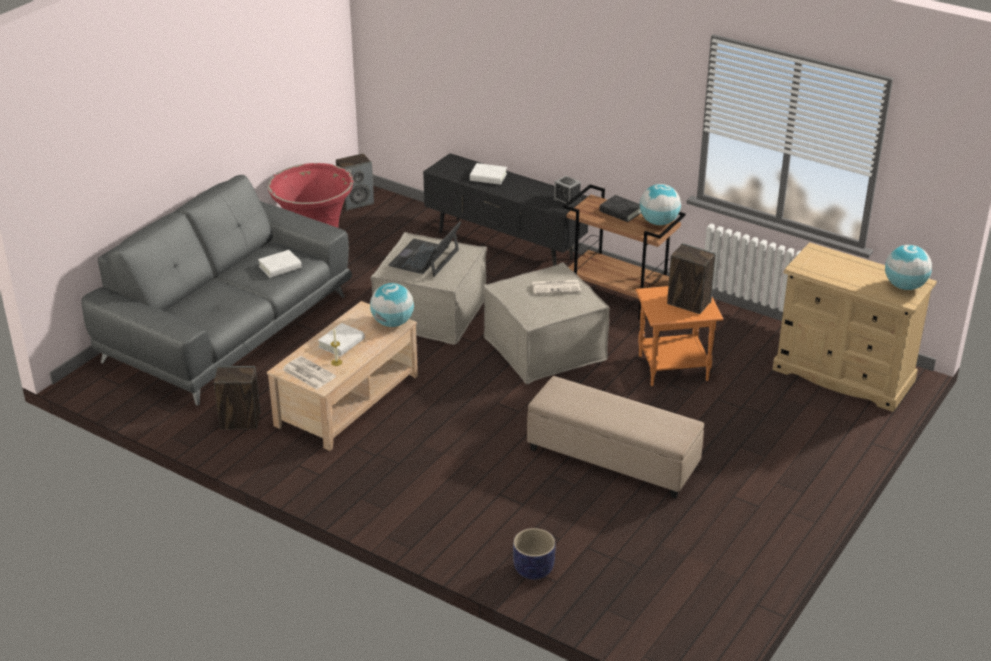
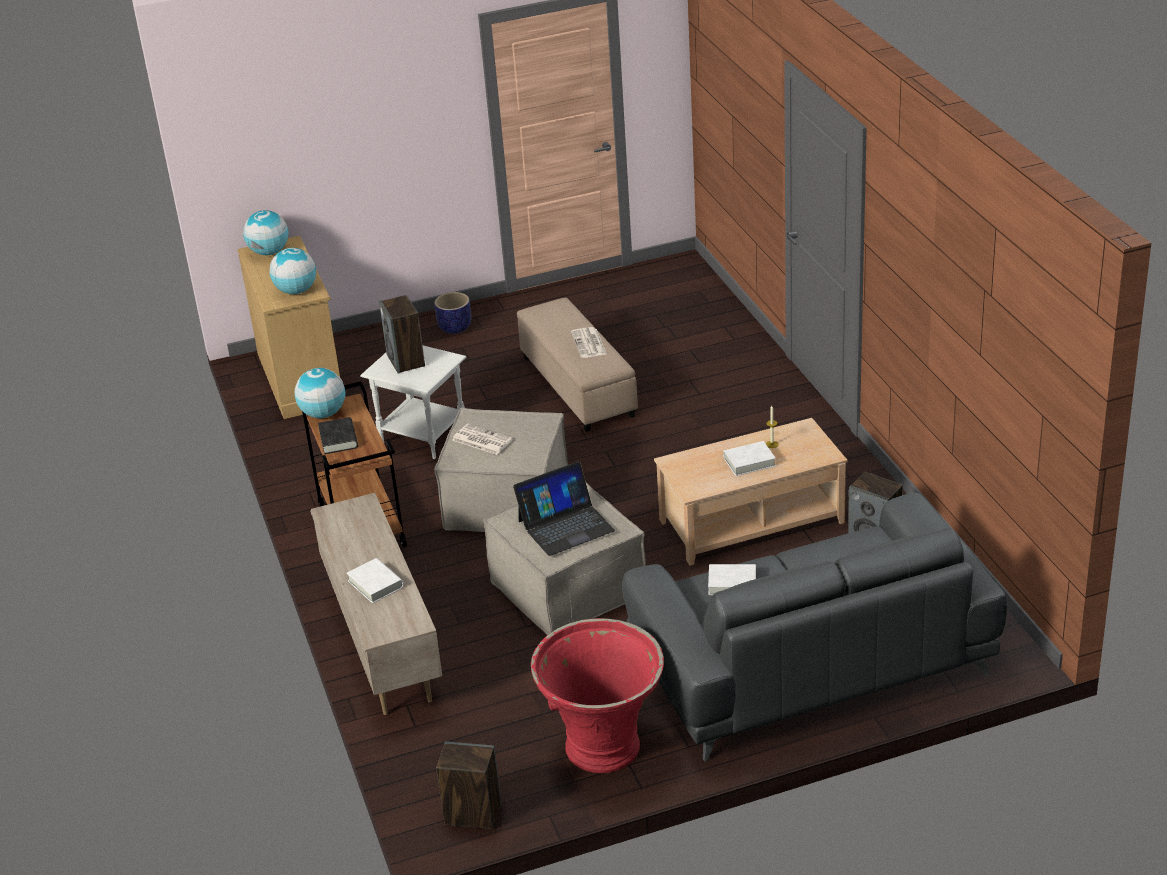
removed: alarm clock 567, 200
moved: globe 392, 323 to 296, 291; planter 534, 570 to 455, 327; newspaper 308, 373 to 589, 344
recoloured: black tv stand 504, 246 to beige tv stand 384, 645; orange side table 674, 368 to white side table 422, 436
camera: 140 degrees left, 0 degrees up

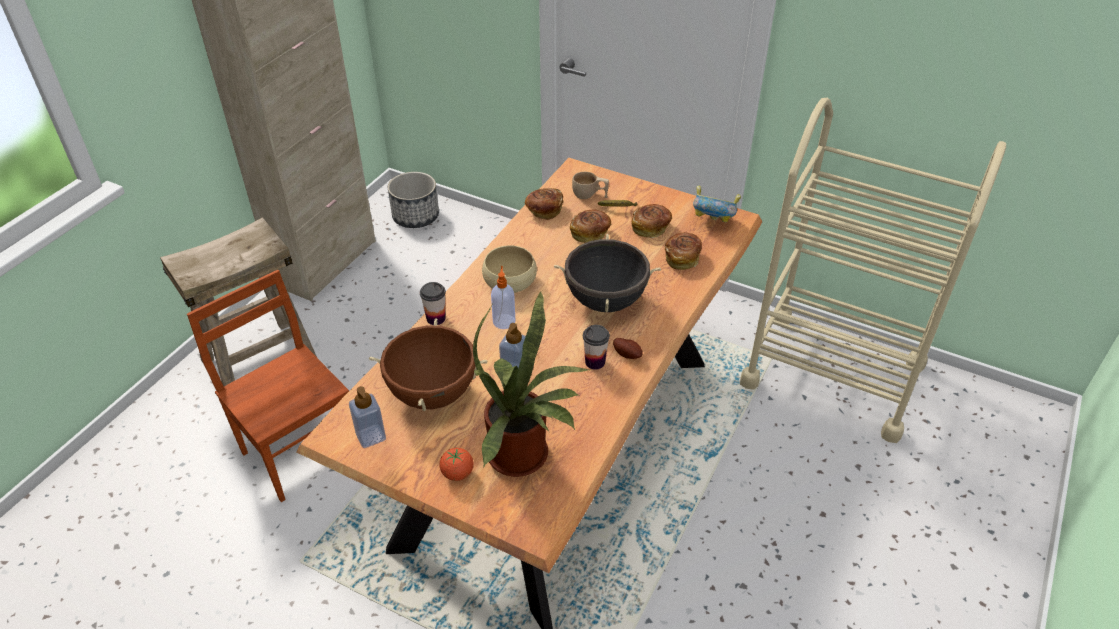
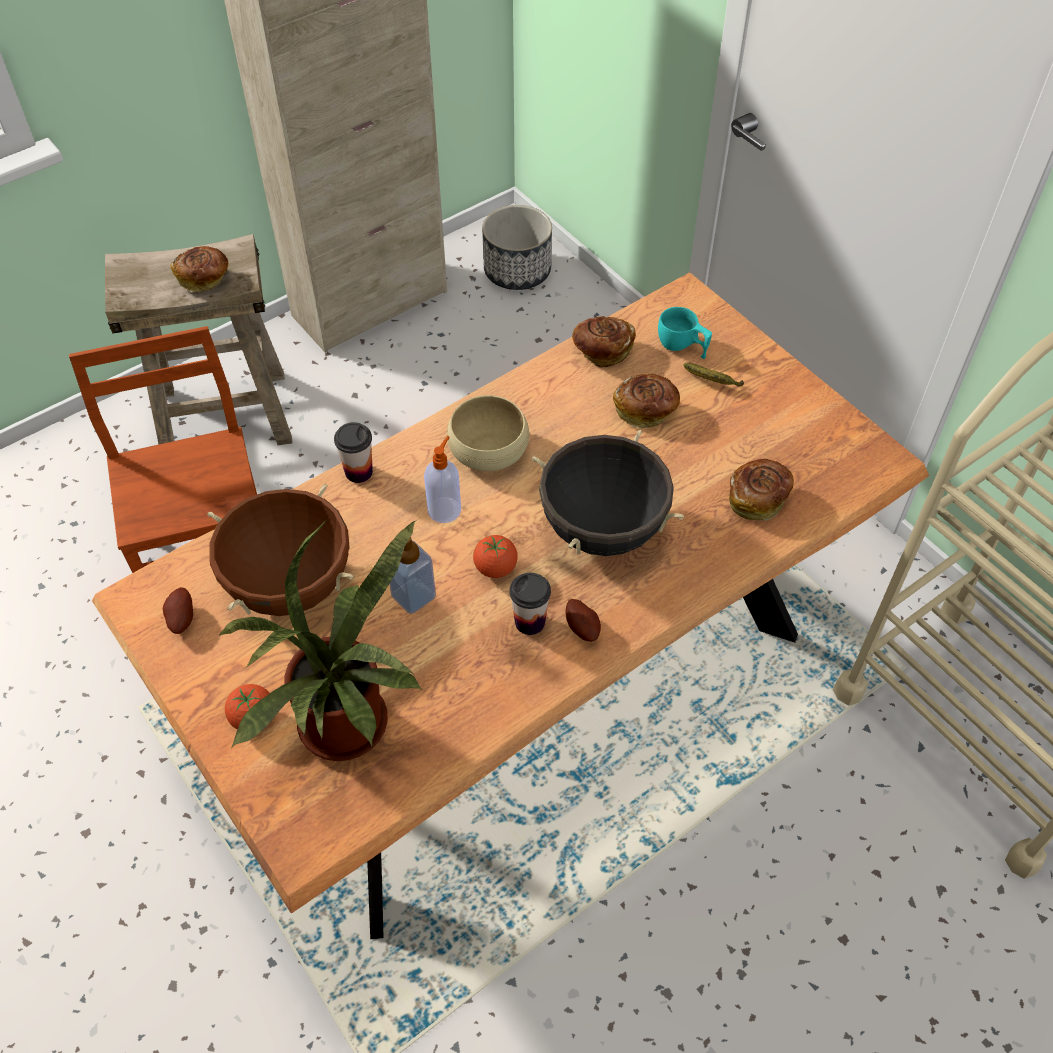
removed: bowl 713, 222
added: tomato 495, 568
moved: bread 650, 228 to 204, 278
replaced: soap dispenser 371, 436 to potato 180, 618
recoloured: beige cup 589, 196 to turquoise cup 682, 347
camera: 25 degrees right, 10 degrees up

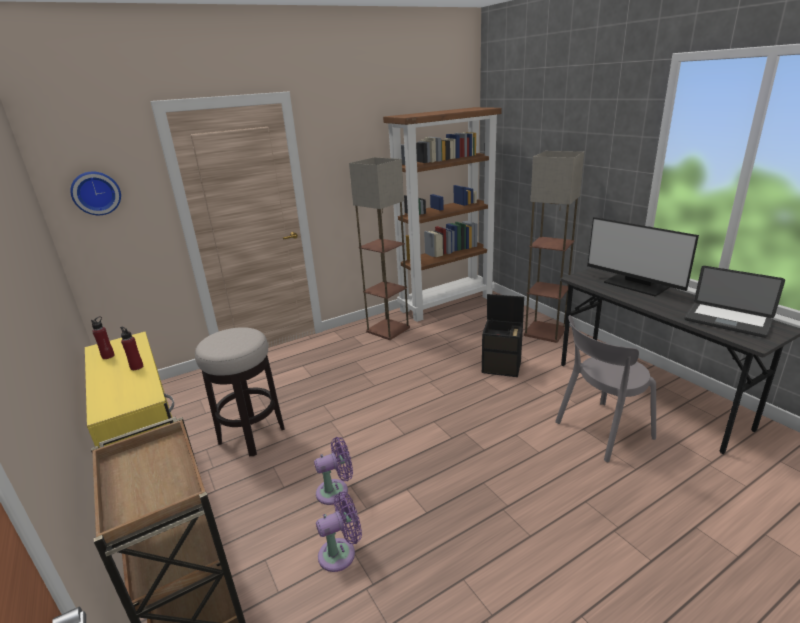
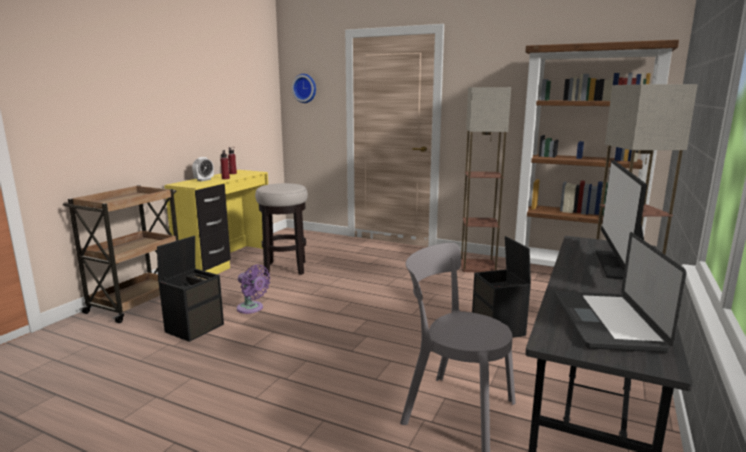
added: alarm clock 204, 180
replaced: purple fan 341, 553 to black storage box 195, 327
camera: 55 degrees right, 10 degrees down

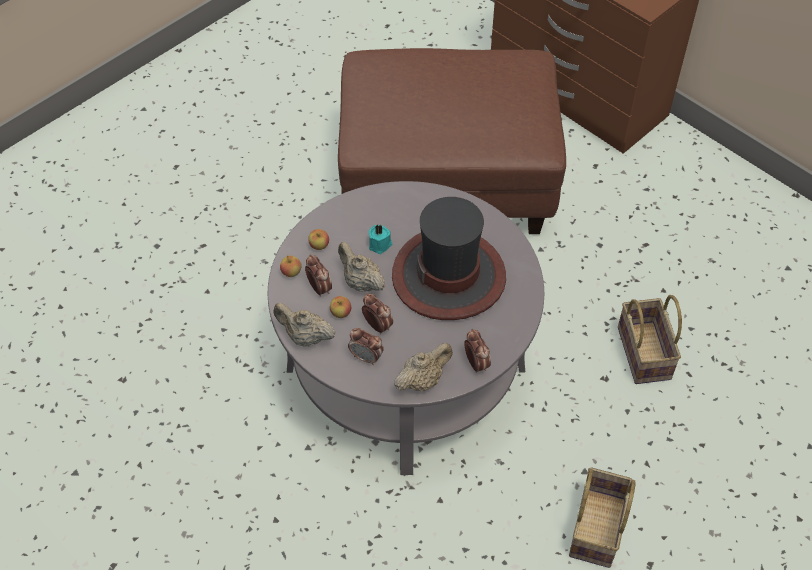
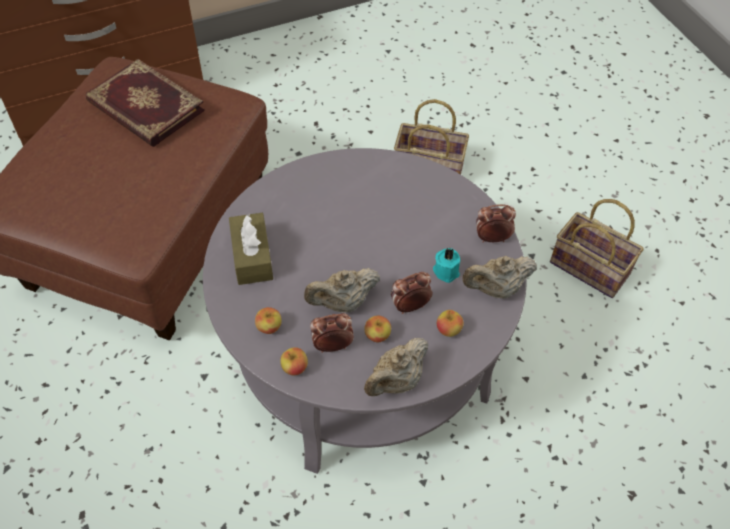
removed: hat 449, 275
added: book 144, 107; brown tissue box 252, 257
moved: turquoise candle 380, 245 to 446, 270
replaced: alarm clock 366, 357 to apple 448, 330
turned: beige teapot 422, 380 = 496, 289 90 degrees counterclockwise
camera: 70 degrees left, 0 degrees up

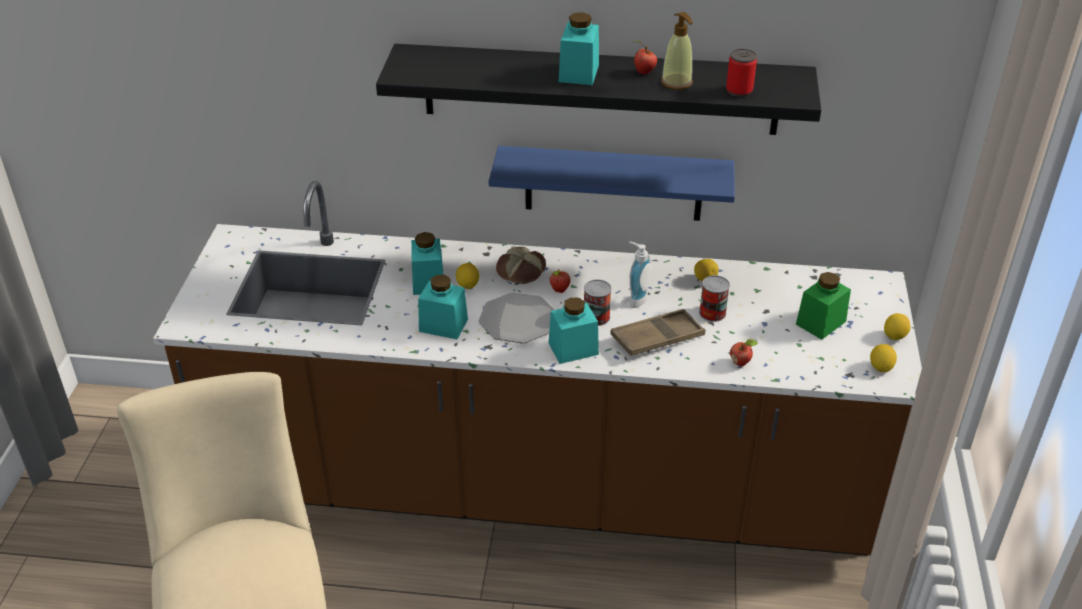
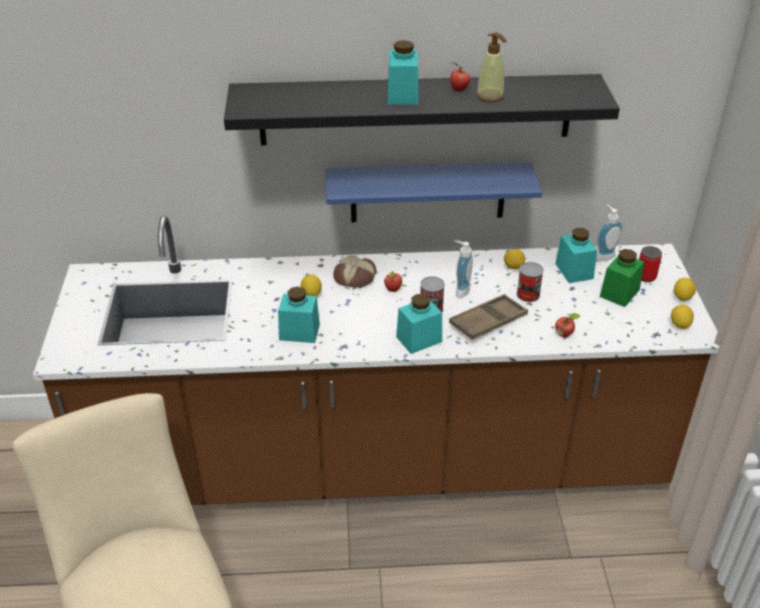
removed: plate 517, 320
added: soap dispenser 603, 255
moved: turquoise jar 428, 282 to 574, 271; can 739, 91 to 646, 276
camera: 10 degrees left, 0 degrees up

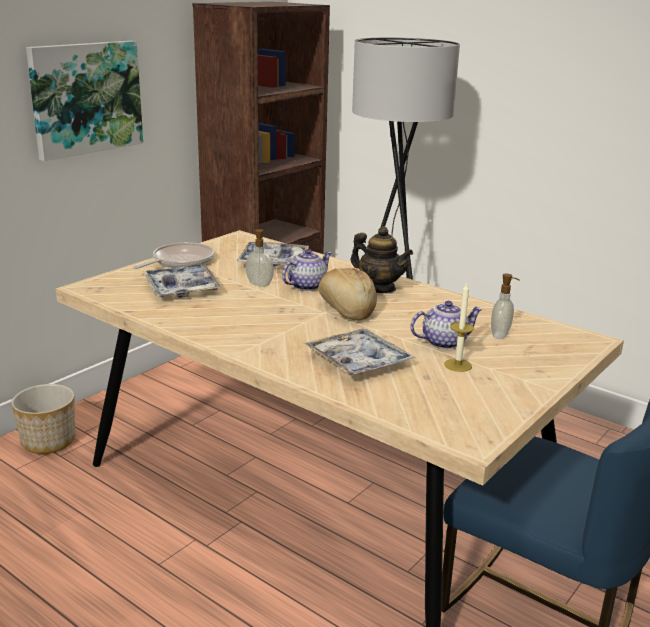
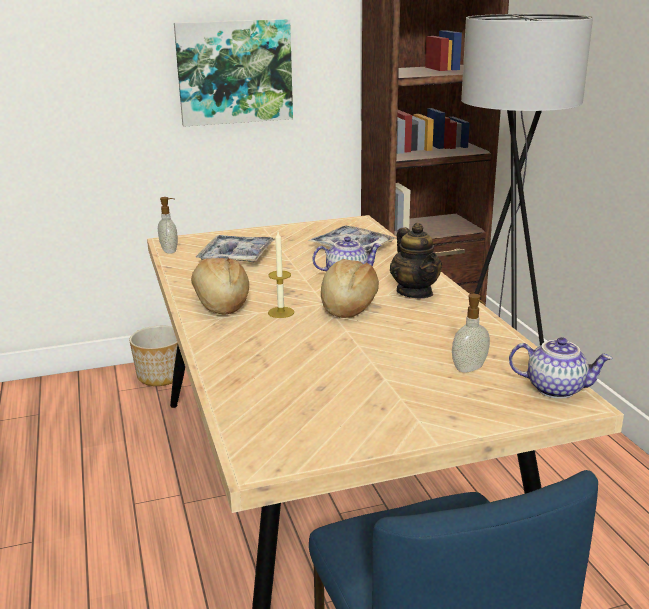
removed: frying pan 180, 262; tray 358, 361
added: bread 219, 302
moved: soap dispenser 260, 284 to 170, 251; candle 458, 365 to 281, 312; teapot 444, 342 to 556, 388
camera: 35 degrees right, 0 degrees up

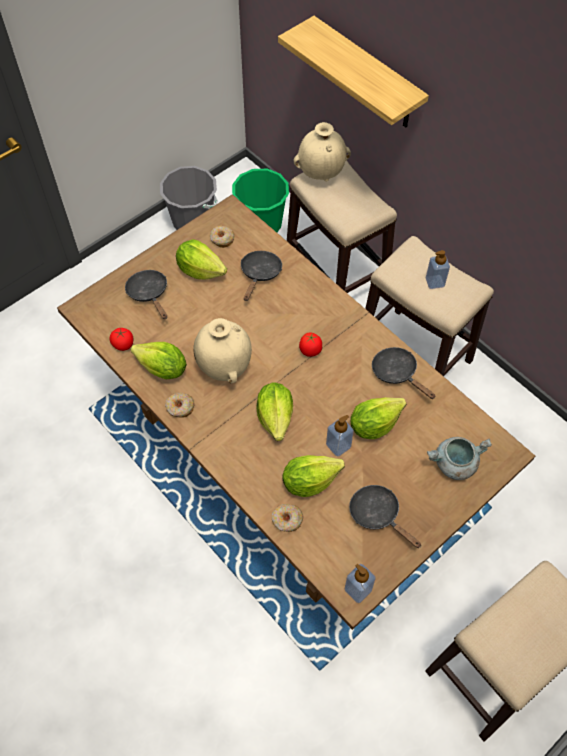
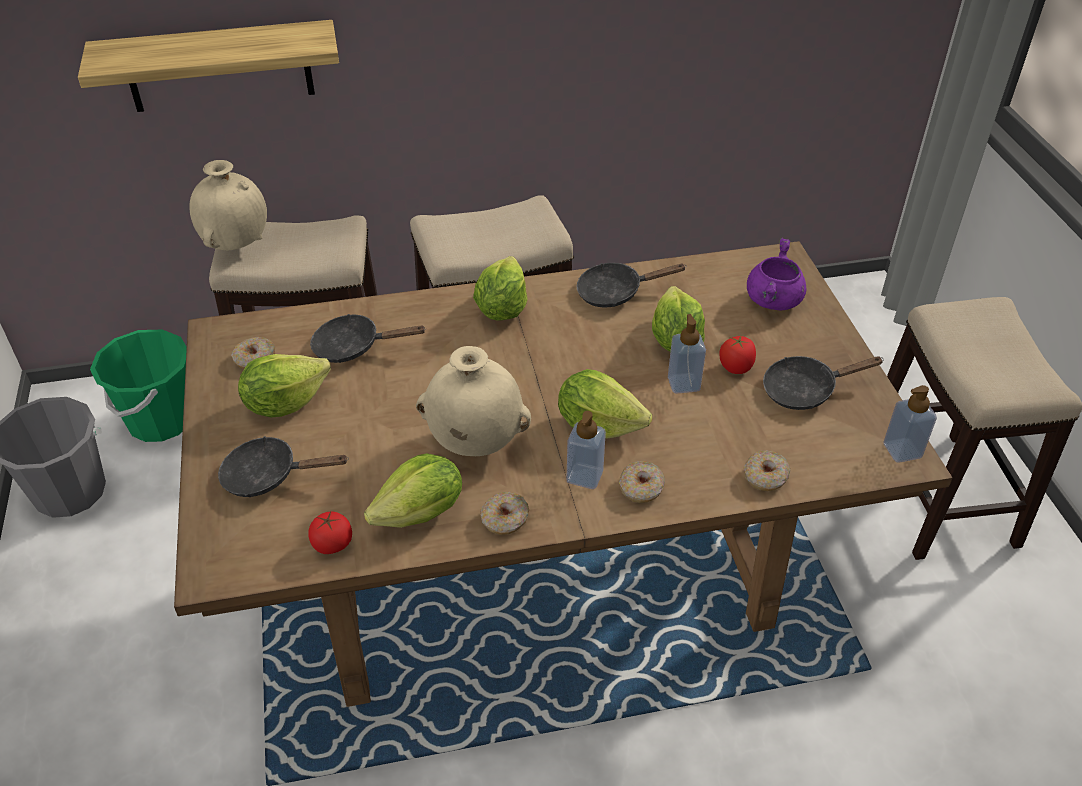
added: donut 641, 488
moved: lettuce 309, 481 to 502, 308; soap dispenser 435, 282 to 584, 476; tomato 310, 350 to 736, 367
recoloured: grey cooking pot 454, 465 to purple cooking pot 774, 301
turned: black frying pan 260, 274 = 354, 347 45 degrees counterclockwise
camera: 60 degrees left, 15 degrees down

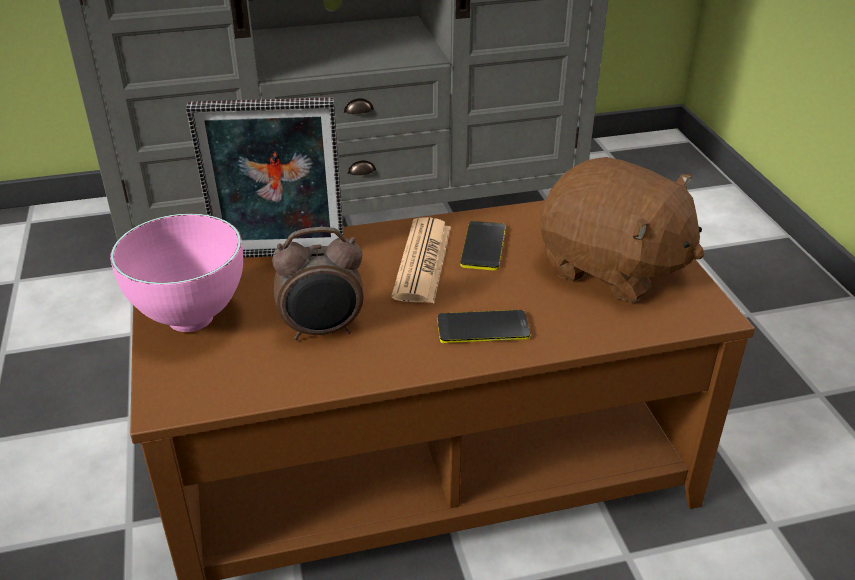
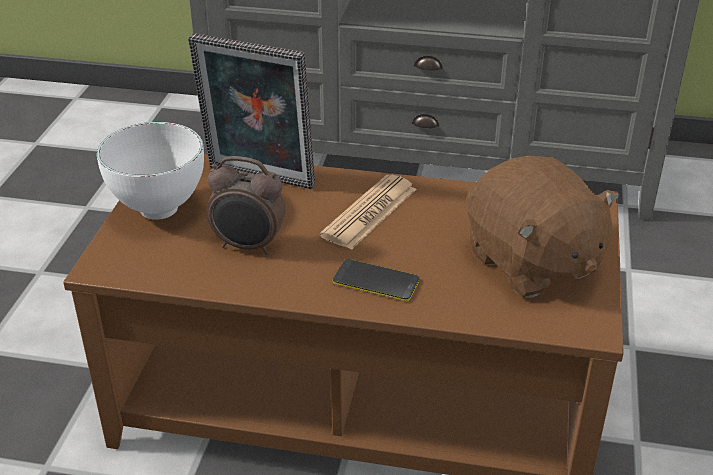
removed: phone 483, 246
recoloured: pink bowl 188, 321 to white bowl 156, 210
camera: 25 degrees right, 0 degrees up

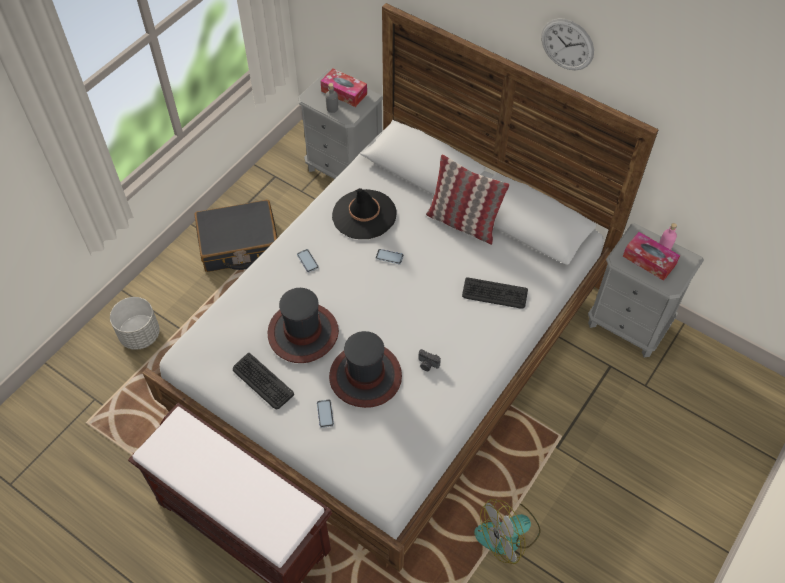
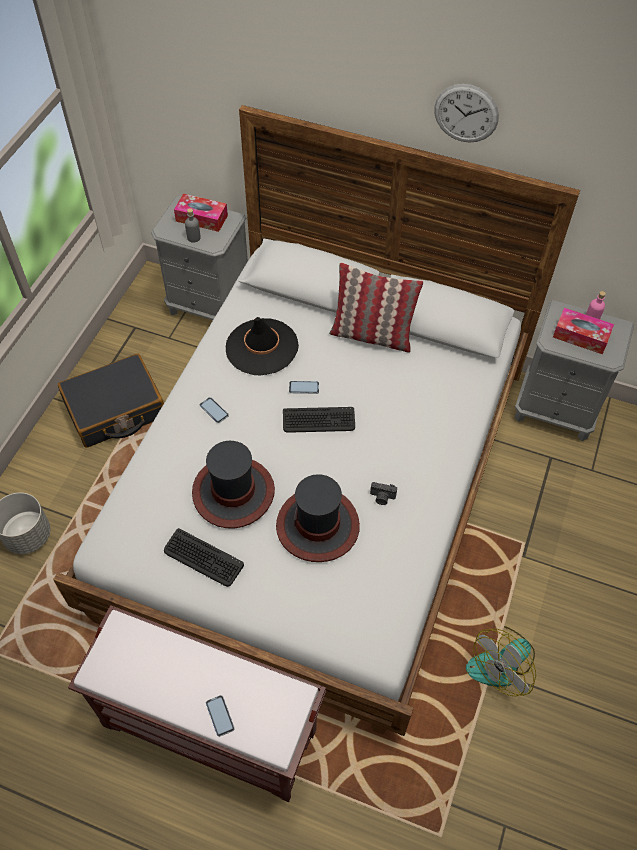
moved: phone 325, 414 to 220, 716; keyboard 494, 294 to 318, 420
camera: 15 degrees left, 0 degrees up

